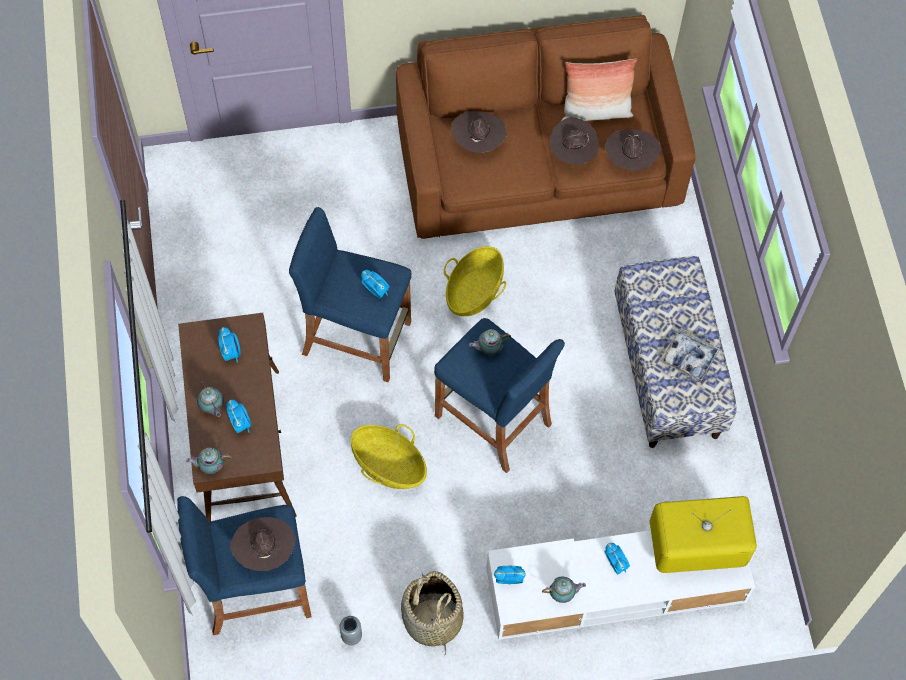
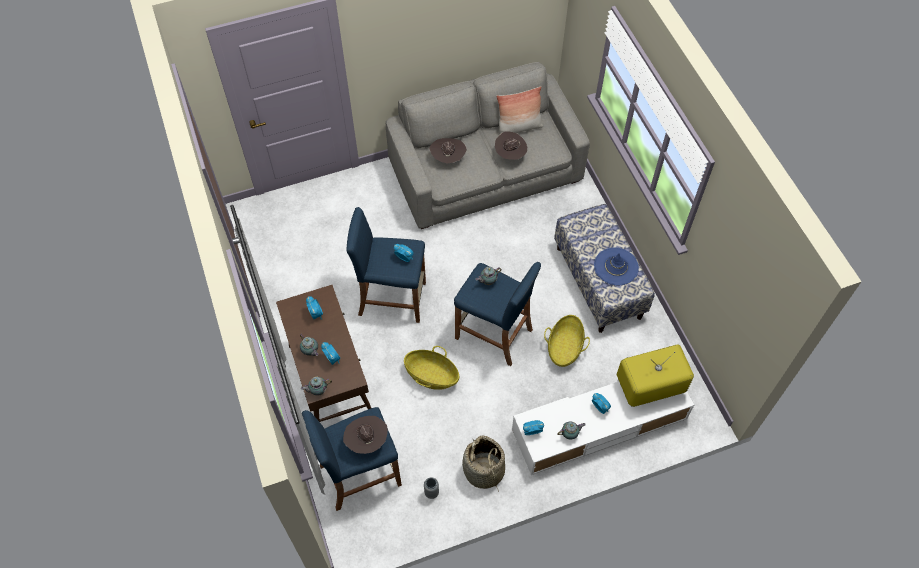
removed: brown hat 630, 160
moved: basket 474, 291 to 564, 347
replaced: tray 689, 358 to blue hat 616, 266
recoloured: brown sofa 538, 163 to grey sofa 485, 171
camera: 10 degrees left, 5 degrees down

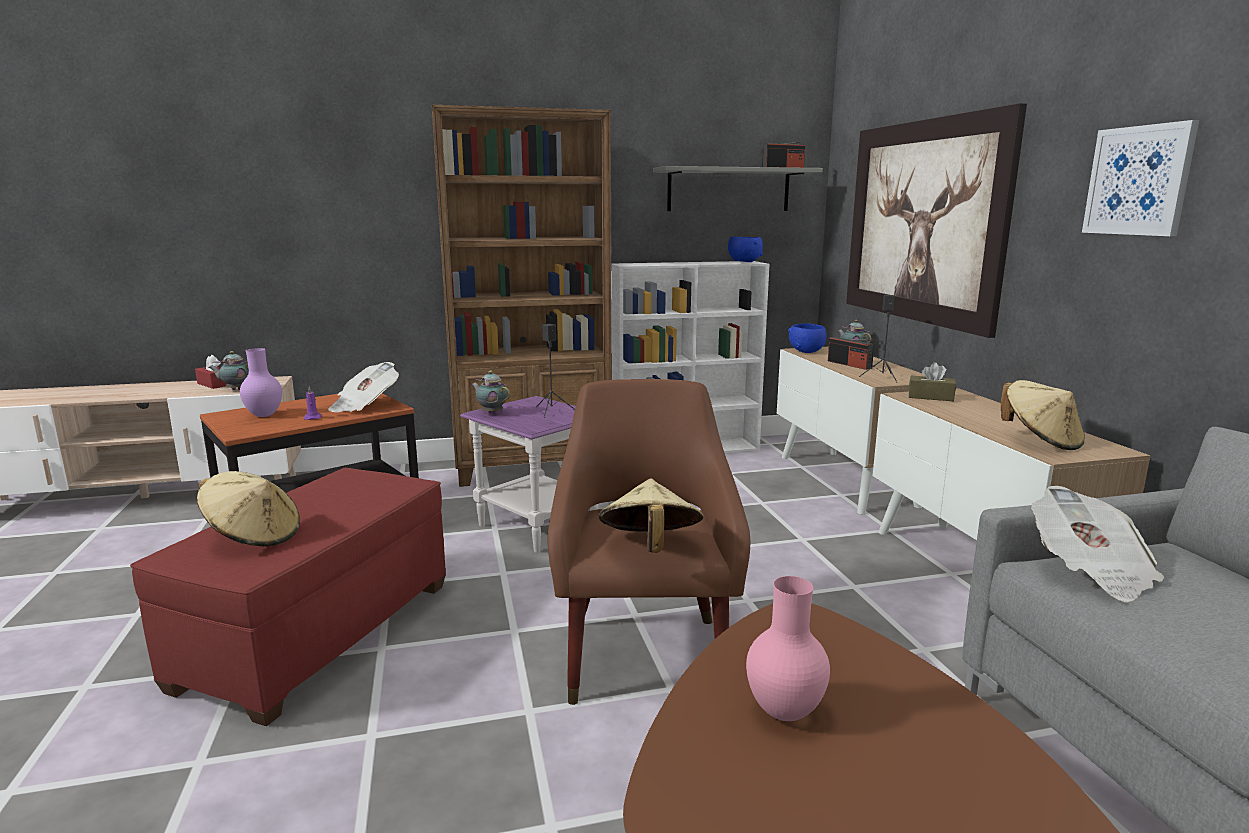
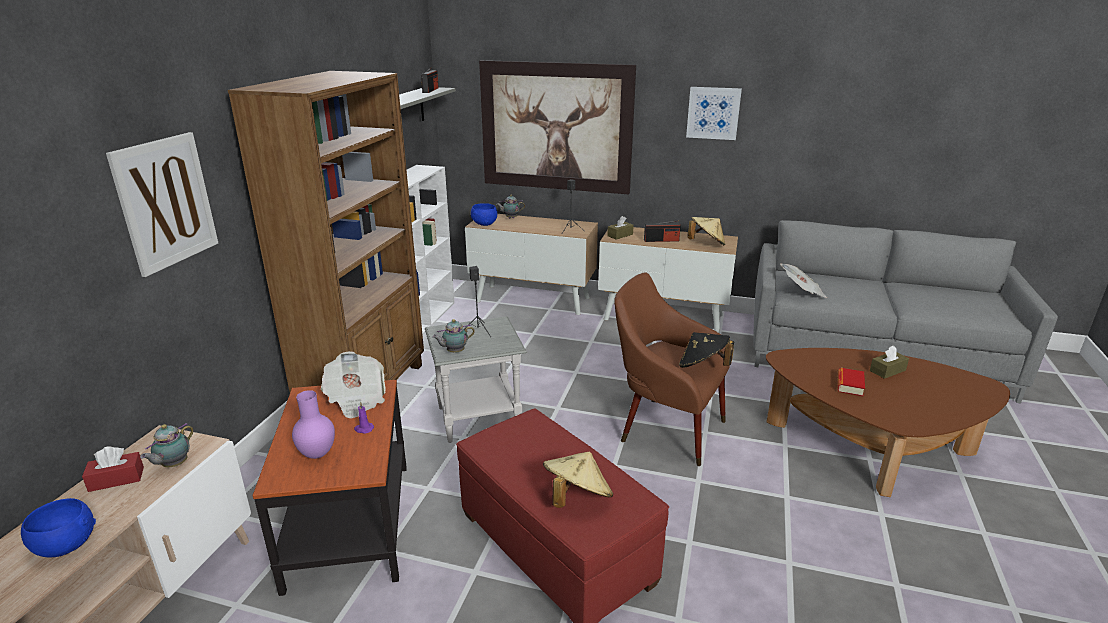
added: picture 166, 202; brown tissue box 887, 370
moved: blue bowl 744, 262 to 65, 546; radio 849, 364 to 661, 240
replaced: pink vase 783, 713 to book 850, 385
recoloured: purple side table 539, 526 to grey side table 479, 418; beige hat 649, 547 to black hat 703, 367
camera: 60 degrees left, 10 degrees up

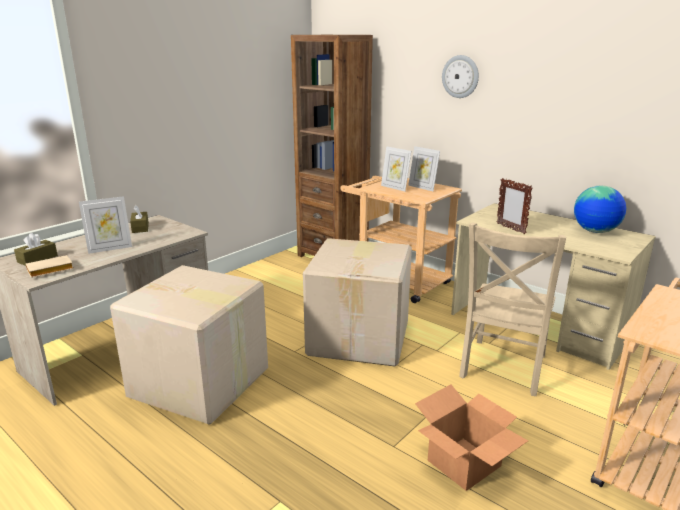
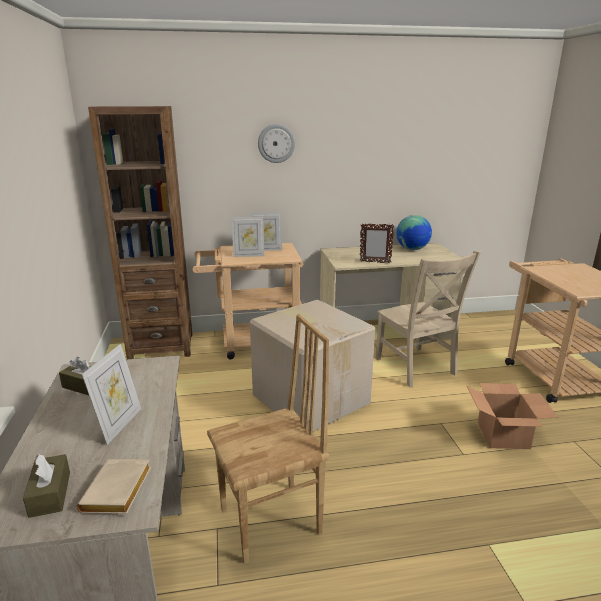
replaced: cardboard box 200, 384 to brown chair 272, 522
camera: 50 degrees left, 0 degrees up

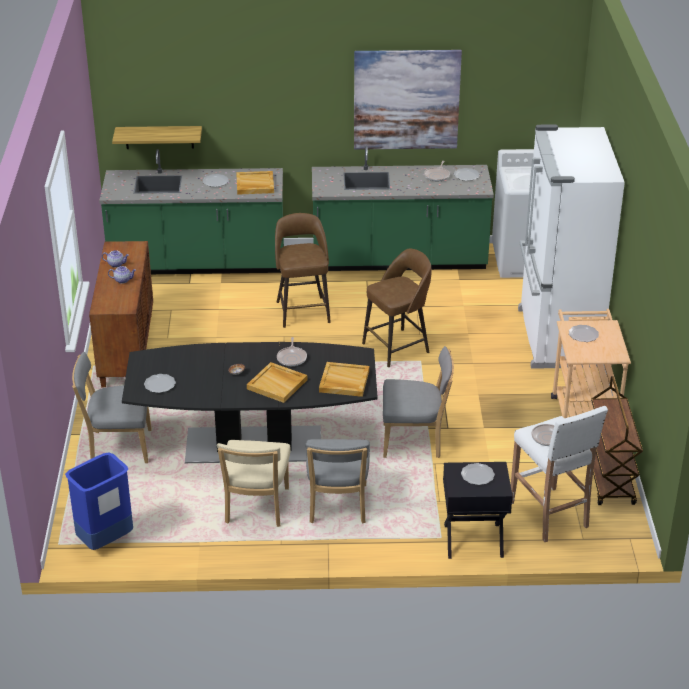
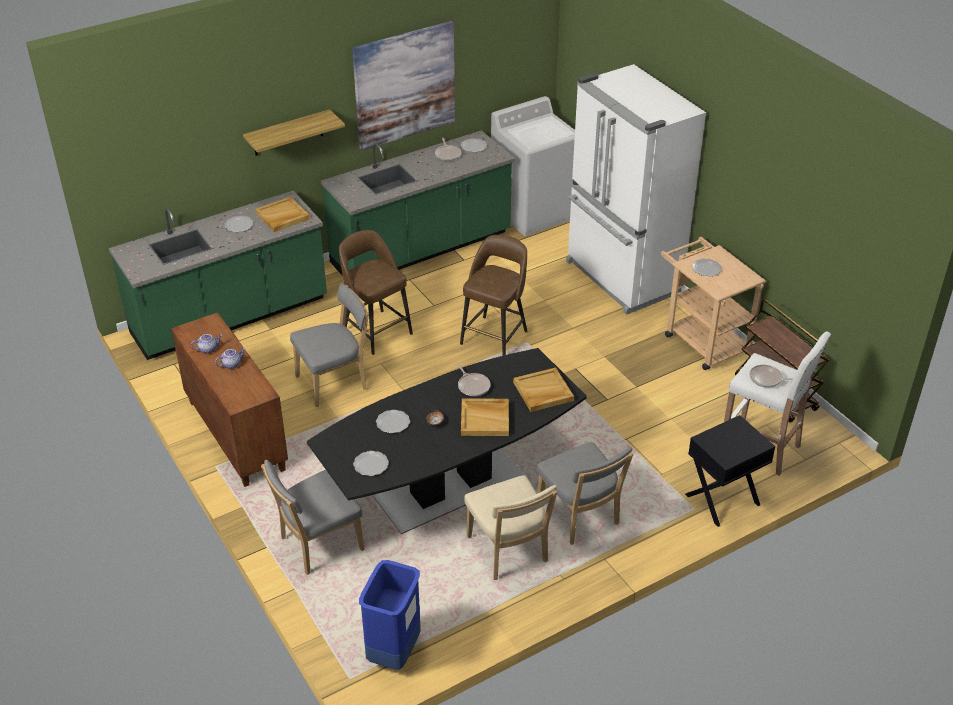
moved: shelf 159, 137 to 288, 133; grey chair 415, 441 to 335, 382; plate 477, 475 to 392, 422
camera: 30 degrees left, 5 degrees up

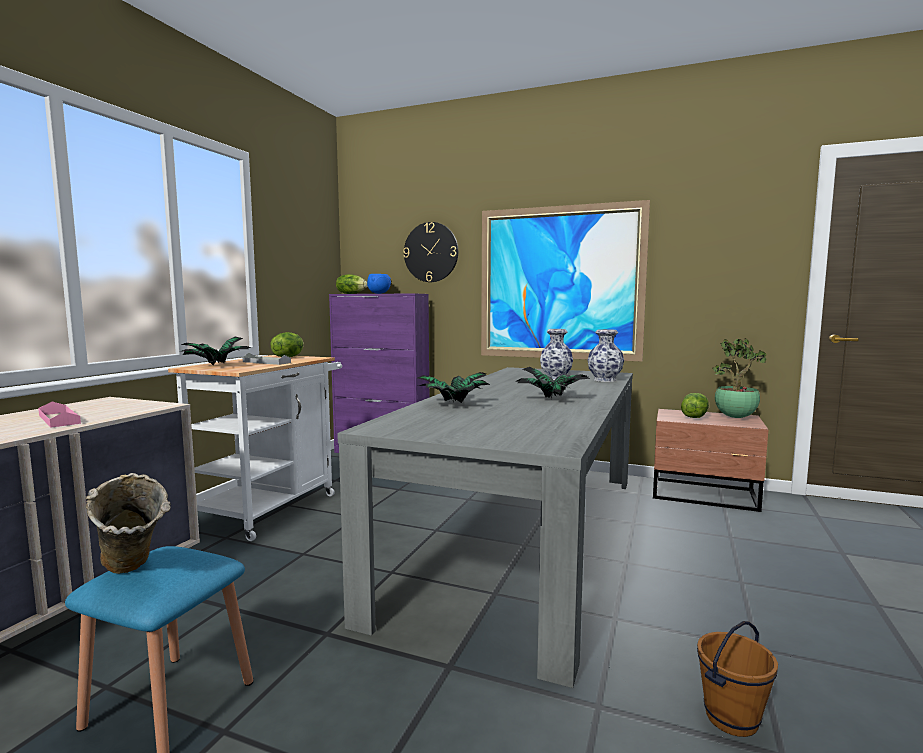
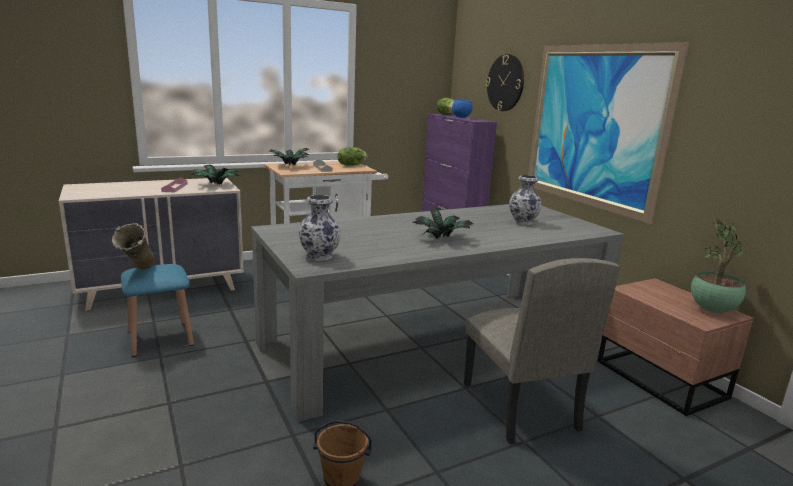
removed: lettuce 694, 417
added: beige chair 519, 406
moved: potted plant 452, 404 to 215, 185; vase 605, 380 to 319, 256
camera: 40 degrees right, 10 degrees up

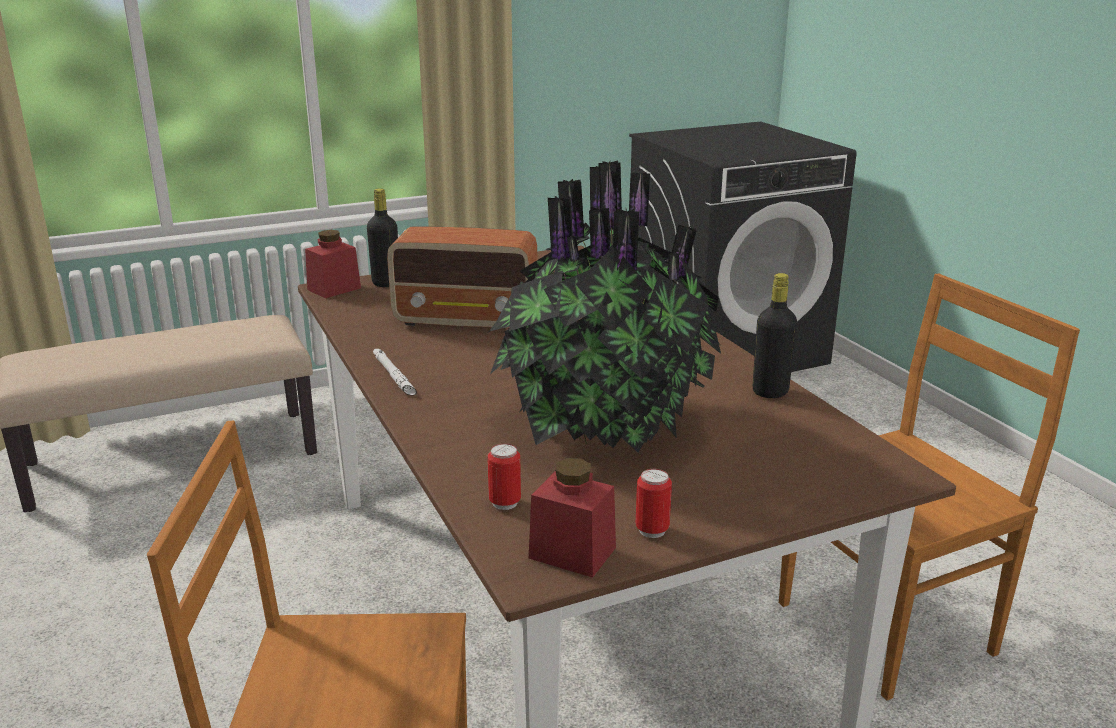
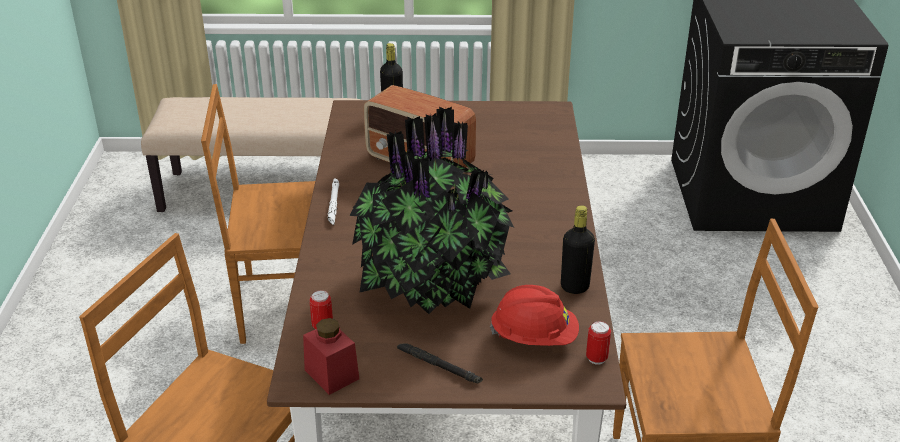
removed: red jar 334, 289
added: brown chair 287, 306; black flashlight 439, 366; red hard hat 534, 337
moved: can 652, 530 to 596, 358
camera: 25 degrees right, 10 degrees up

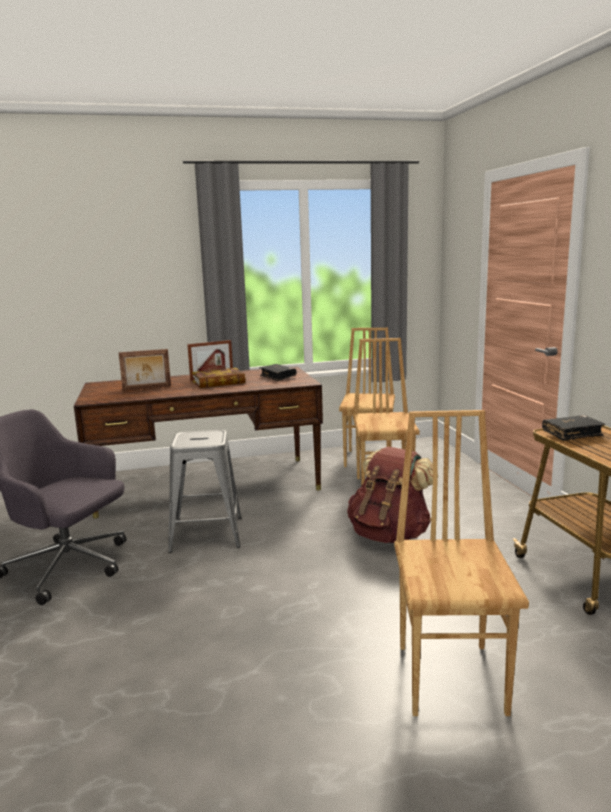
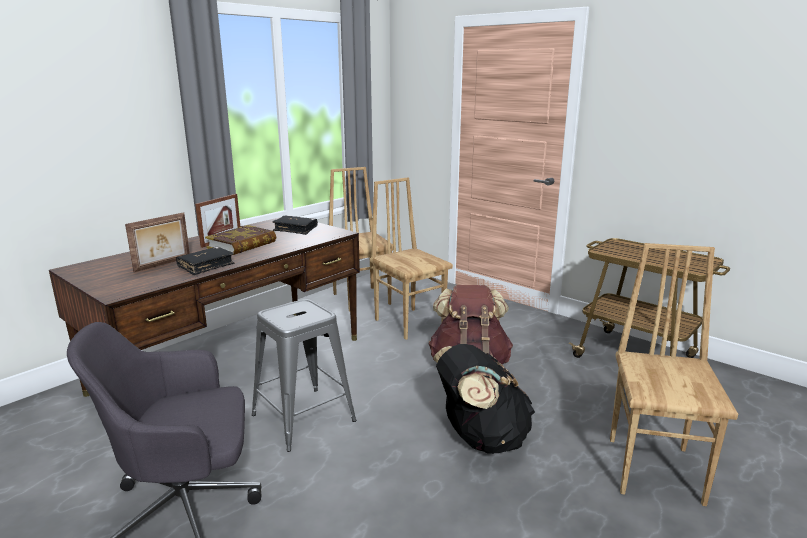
added: black backpack 480, 438
moved: black book 572, 434 to 206, 266
turned: brown chair 452, 677 = 656, 469 45 degrees clockwise
camera: 35 degrees left, 5 degrees up

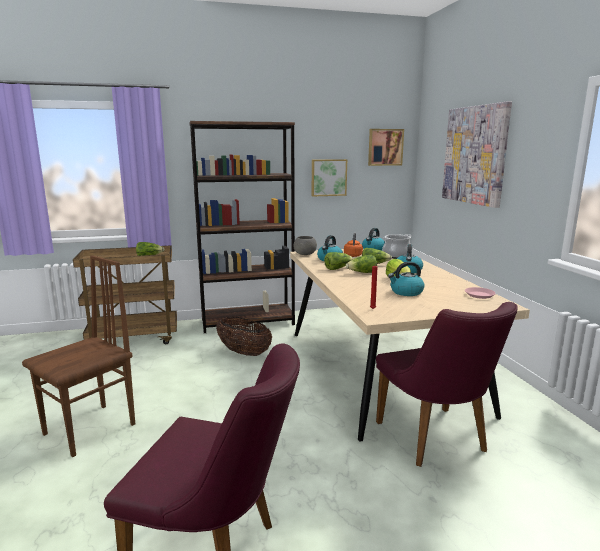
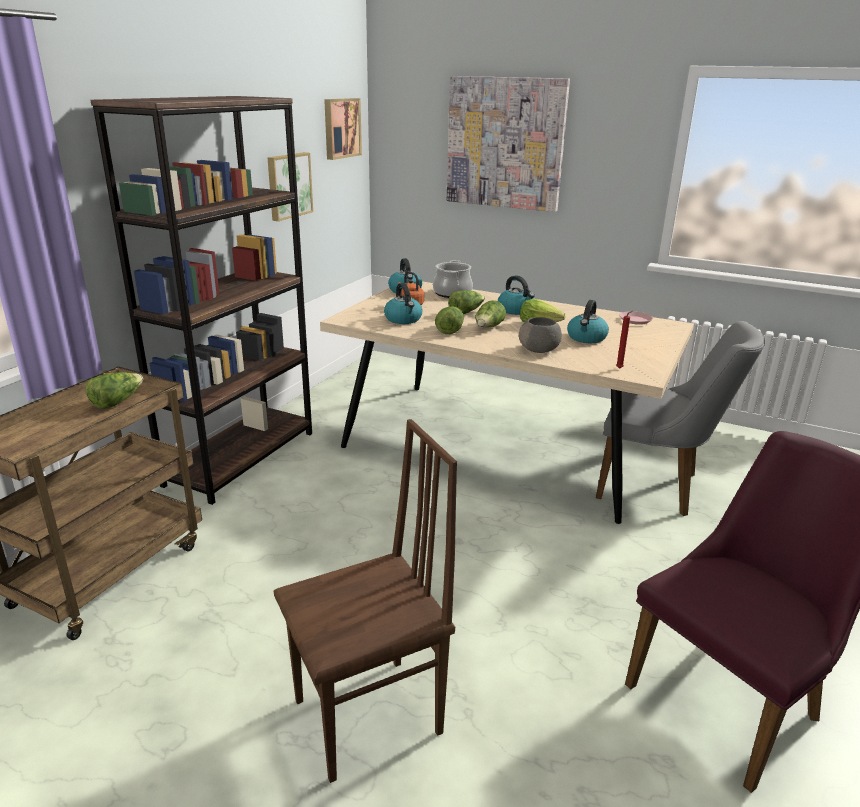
removed: basket 244, 353
moved: grey bowl 305, 254 to 539, 350
recoloured: purple chair 436, 441 to grey chair 658, 487
turned: brown chair 91, 429 = 370, 718 75 degrees clockwise
camera: 50 degrees left, 10 degrees up

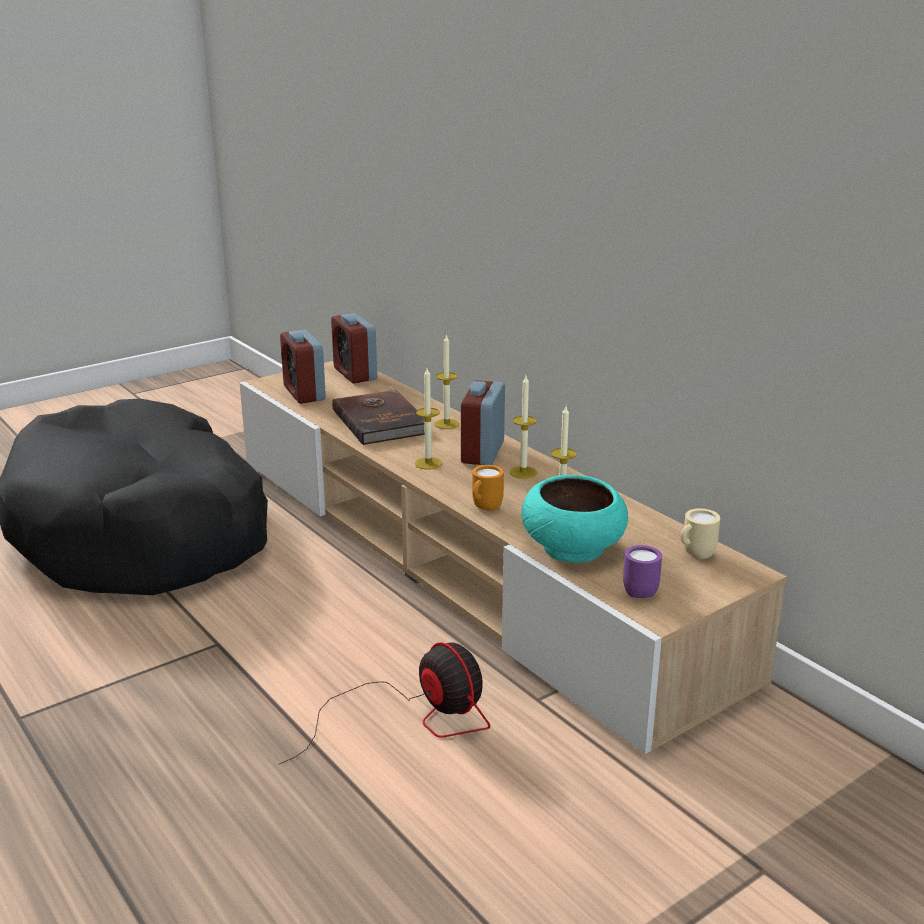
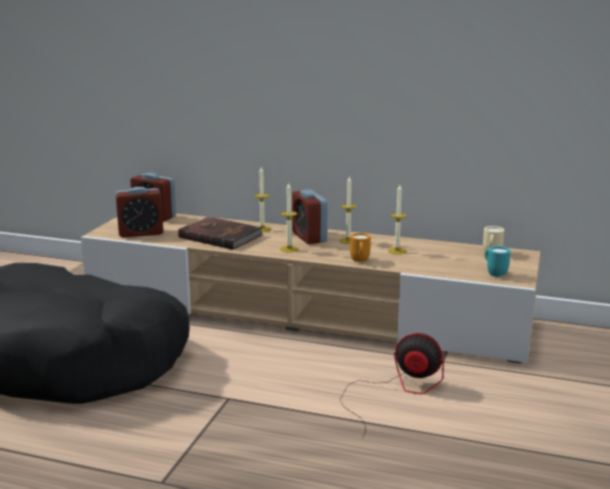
removed: turquoise bowl 574, 547
recoloured: purple mug 639, 591 to turquoise mug 494, 274
turned: alarm clock 304, 393 = 141, 233 45 degrees counterclockwise
camera: 35 degrees left, 5 degrees down

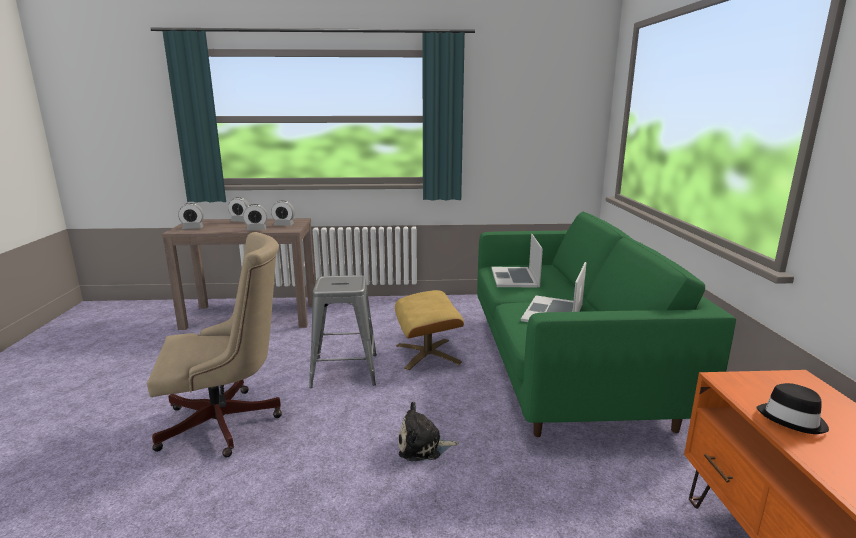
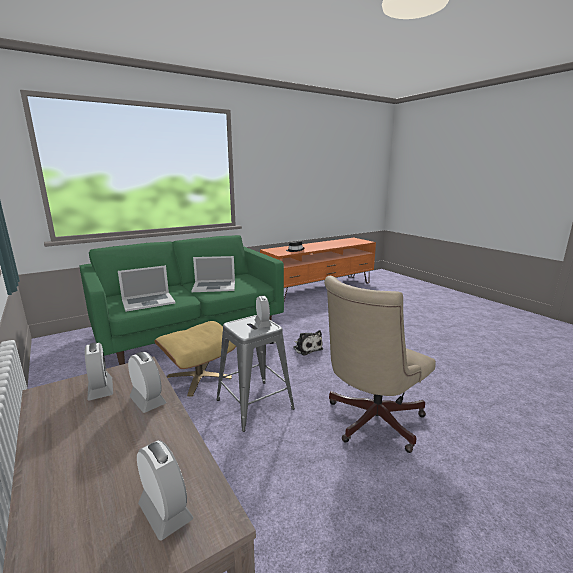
moved: alarm clock 240, 221 to 263, 323
turned: beige office chair 228, 423 = 370, 422 90 degrees counterclockwise
camera: 120 degrees left, 0 degrees up

